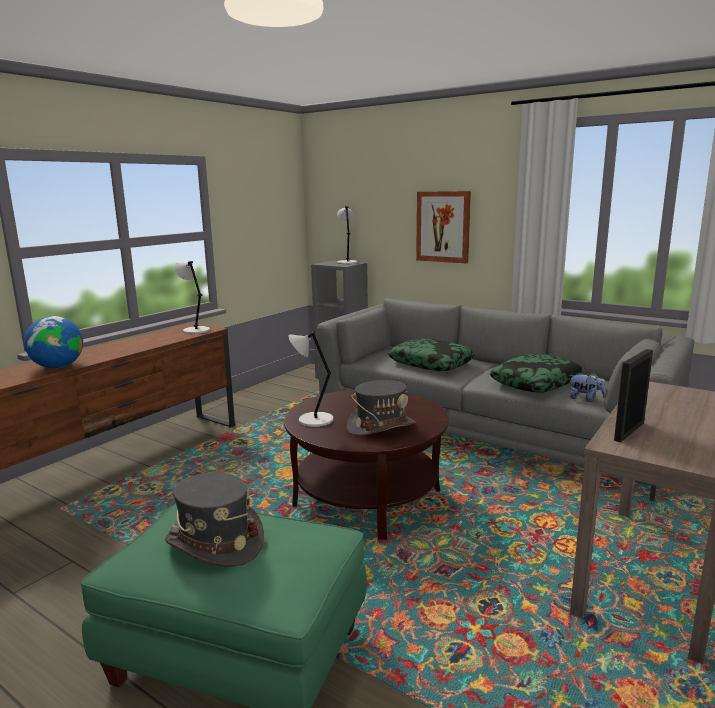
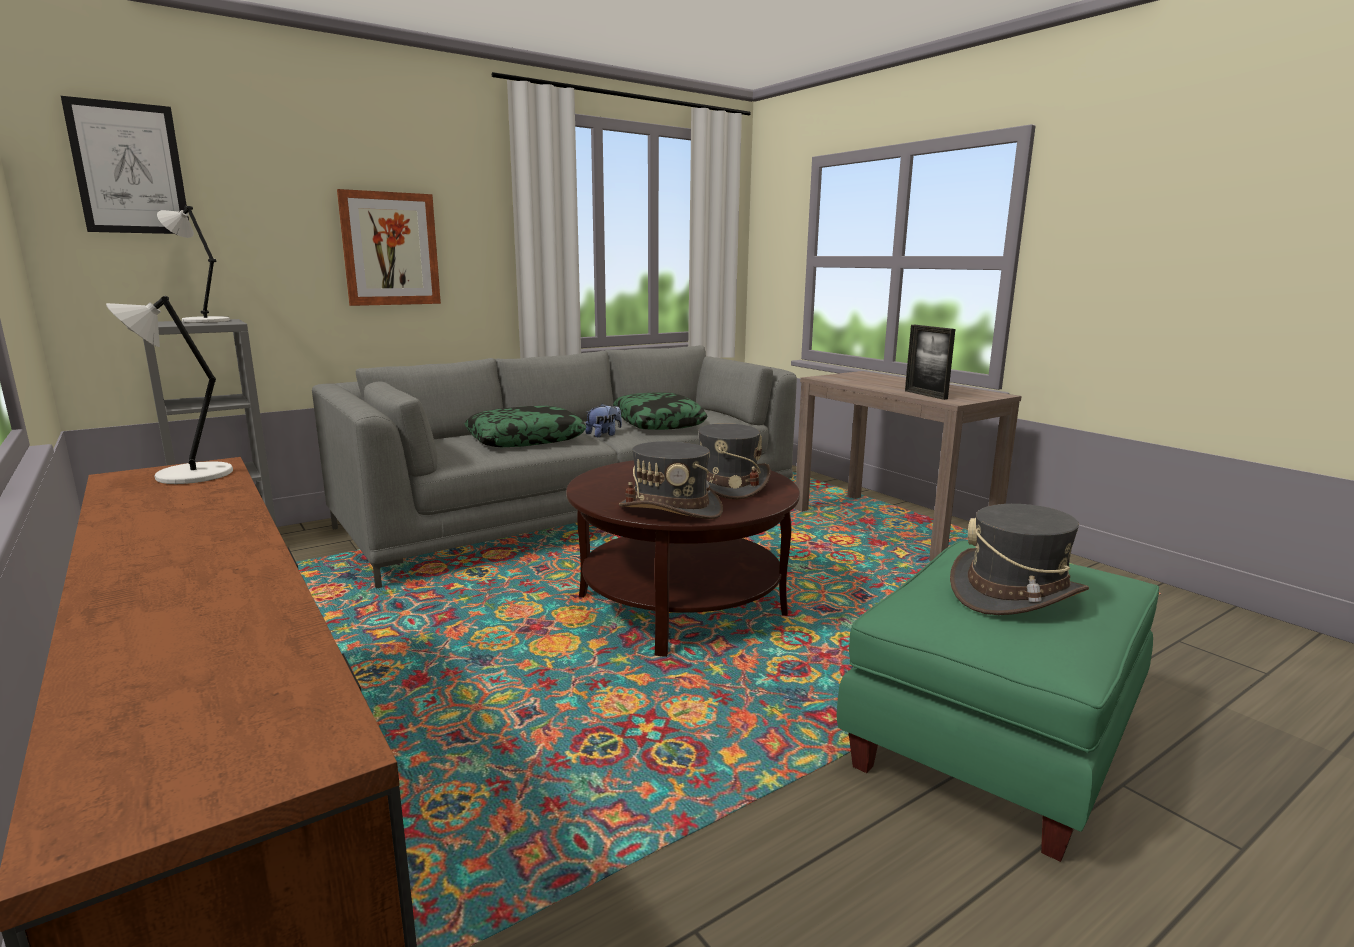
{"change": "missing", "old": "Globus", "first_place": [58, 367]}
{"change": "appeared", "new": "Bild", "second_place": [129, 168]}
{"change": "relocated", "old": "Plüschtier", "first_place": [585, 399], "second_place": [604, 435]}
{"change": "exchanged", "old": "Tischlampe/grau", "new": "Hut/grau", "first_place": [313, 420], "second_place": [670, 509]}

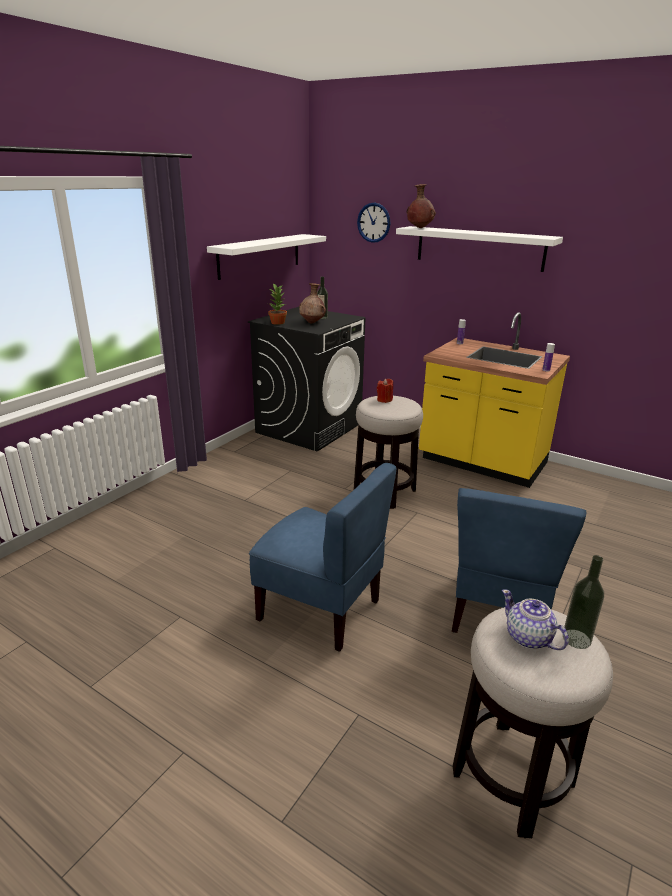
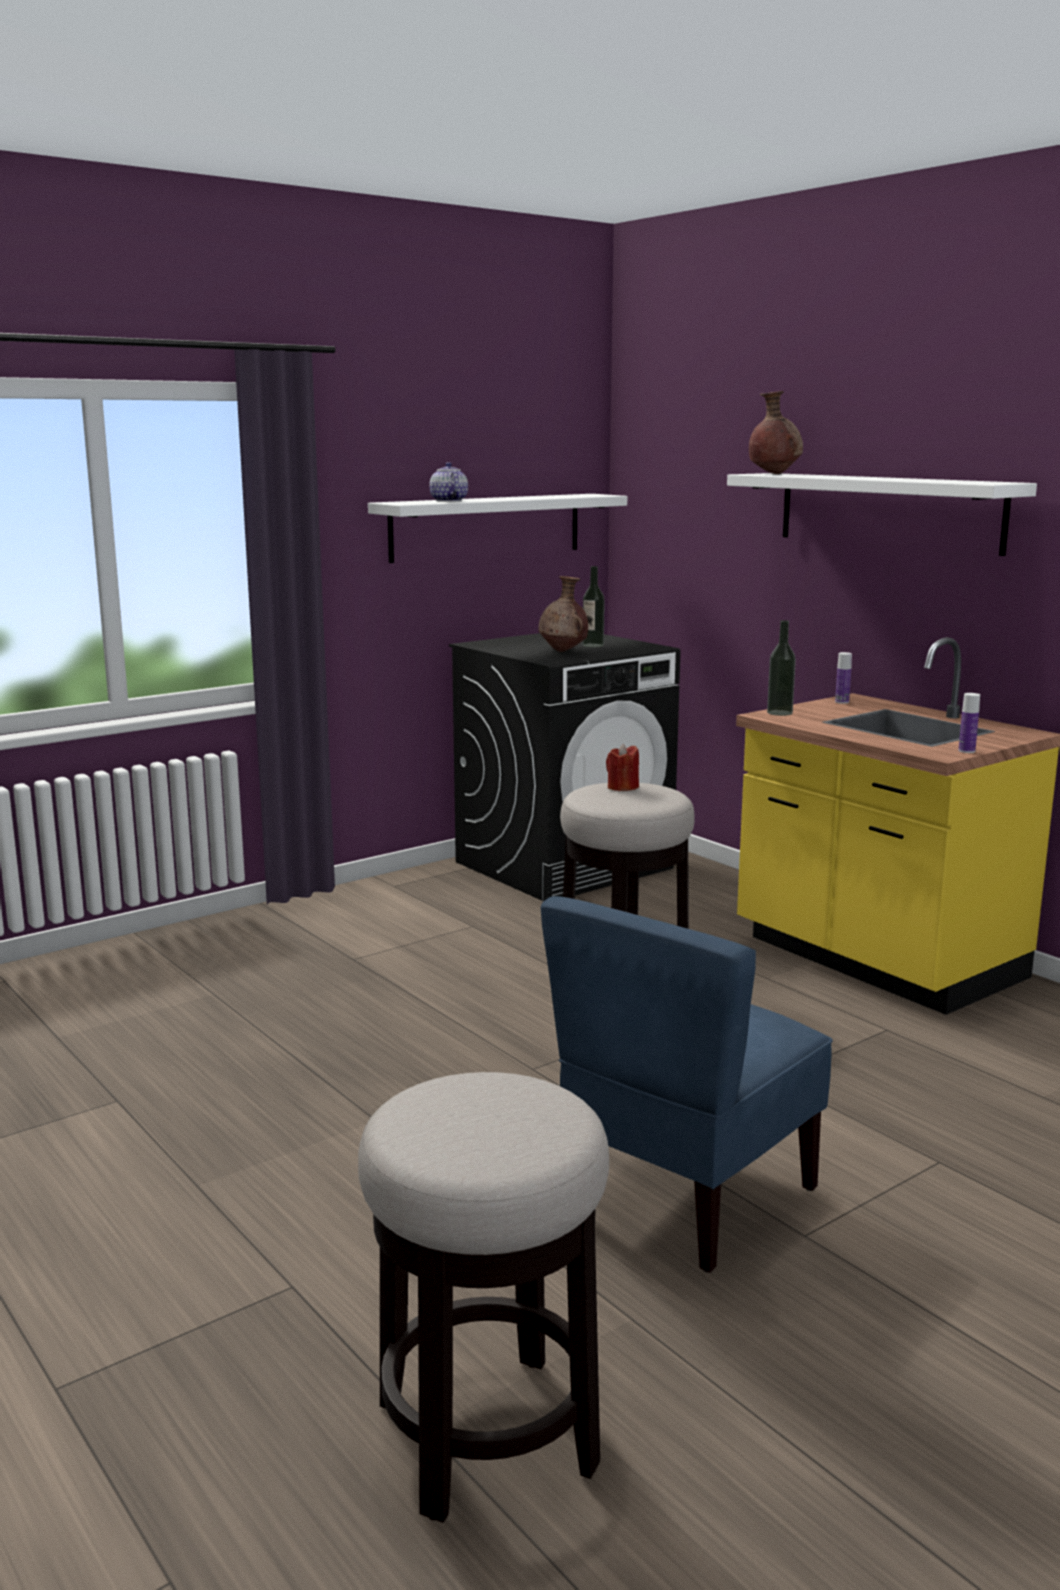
{"change": "missing", "old": "Stuhl/blau", "first_place": [320, 609]}
{"change": "missing", "old": "Topfpflanze", "first_place": [278, 322]}
{"change": "missing", "old": "Wanduhr", "first_place": [373, 222]}
{"change": "relocated", "old": "Teekanne", "first_place": [528, 638], "second_place": [448, 501]}
{"change": "relocated", "old": "Flasche", "first_place": [576, 639], "second_place": [779, 713]}

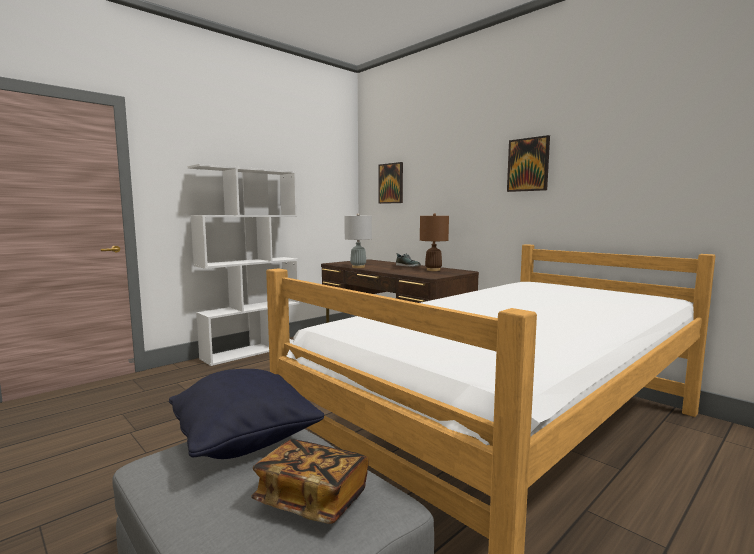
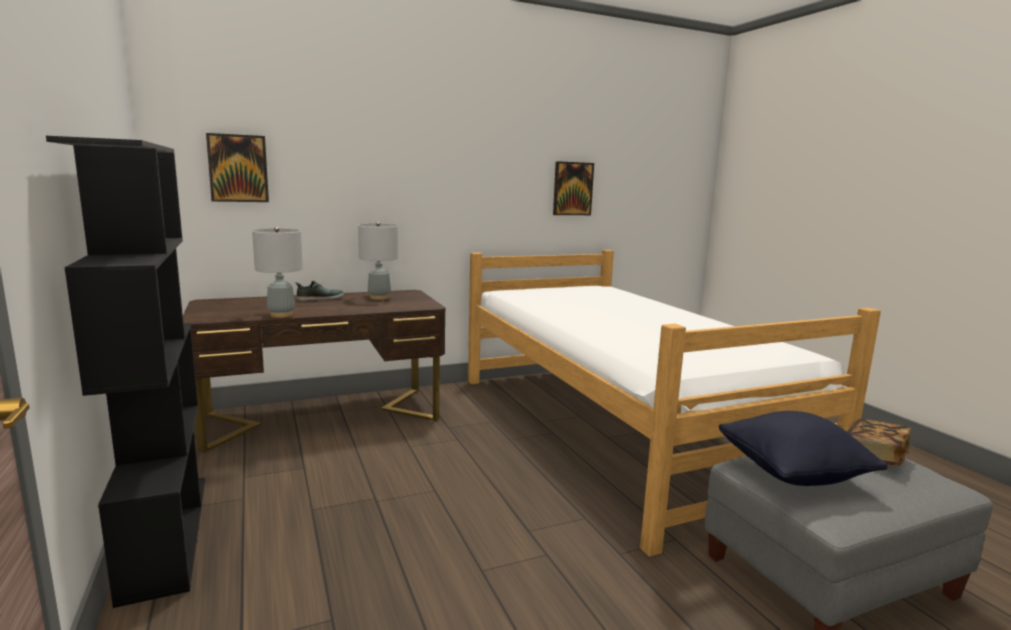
{"change": "relocated", "old": "Bild", "first_place": [528, 164], "second_place": [572, 188]}
{"change": "colour", "old": "Bücherregal/weiß", "new": "Bücherregal/schwarz", "first_place": [252, 351], "second_place": [165, 532]}
{"change": "colour", "old": "Tischlampe/braun", "new": "Tischlampe/grau", "first_place": [433, 270], "second_place": [379, 298]}

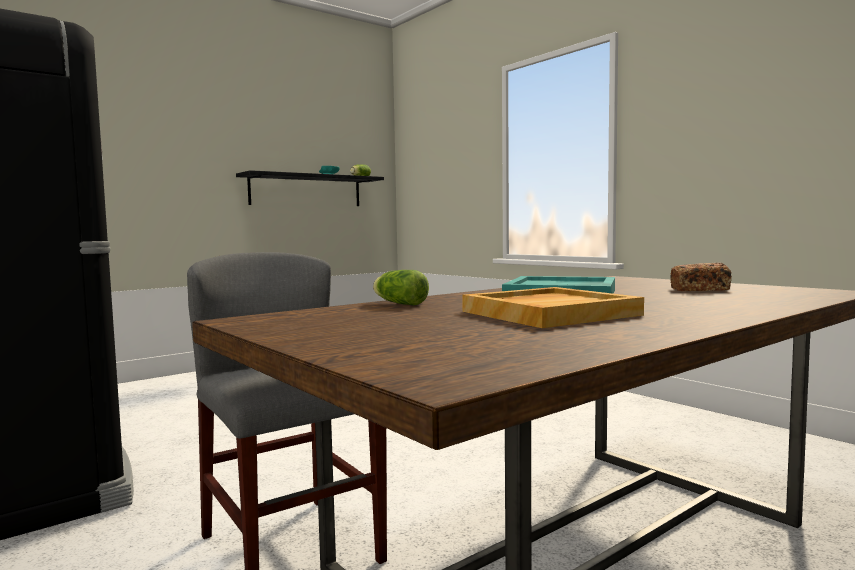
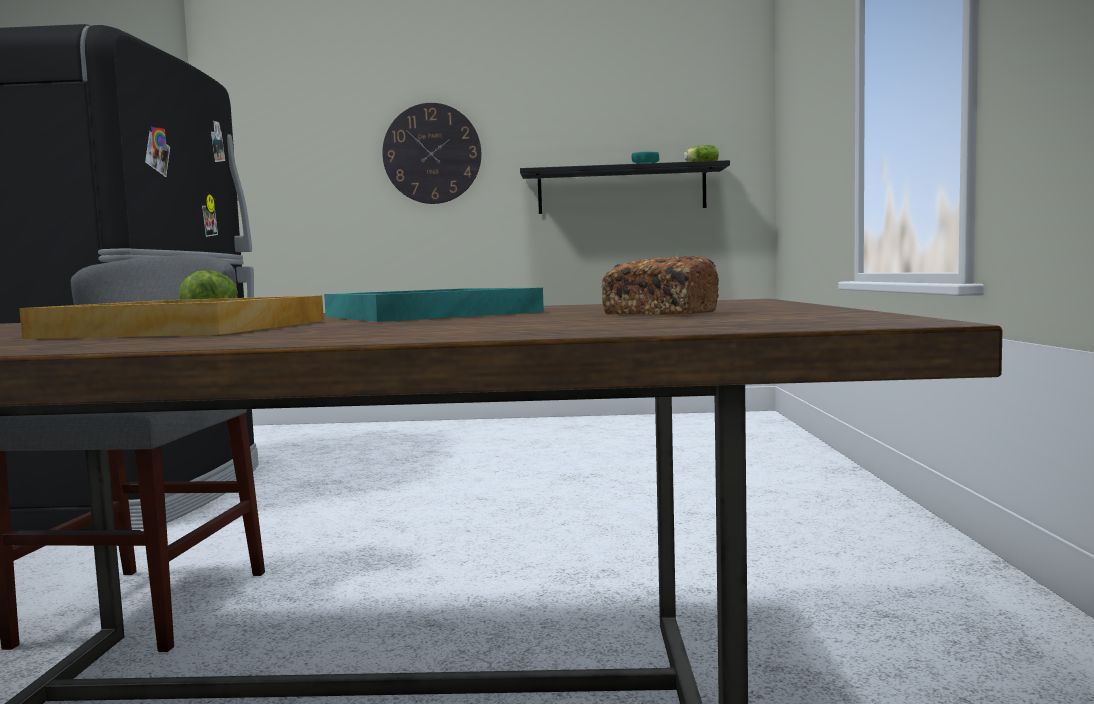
{"change": "appeared", "new": "Wanduhr", "second_place": [432, 153]}

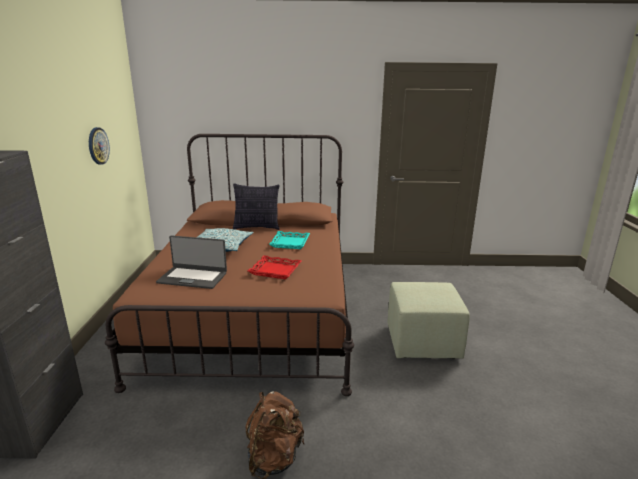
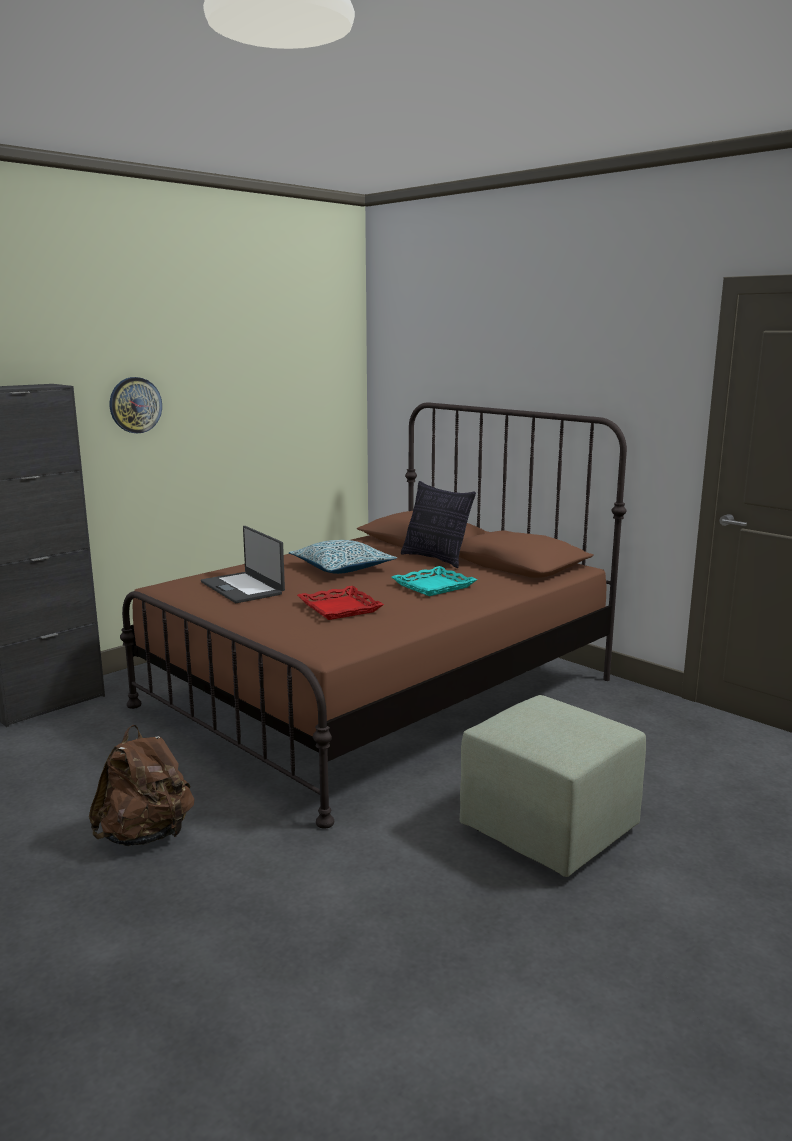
{"change": "relocated", "old": "Wanduhr", "first_place": [98, 146], "second_place": [135, 405]}

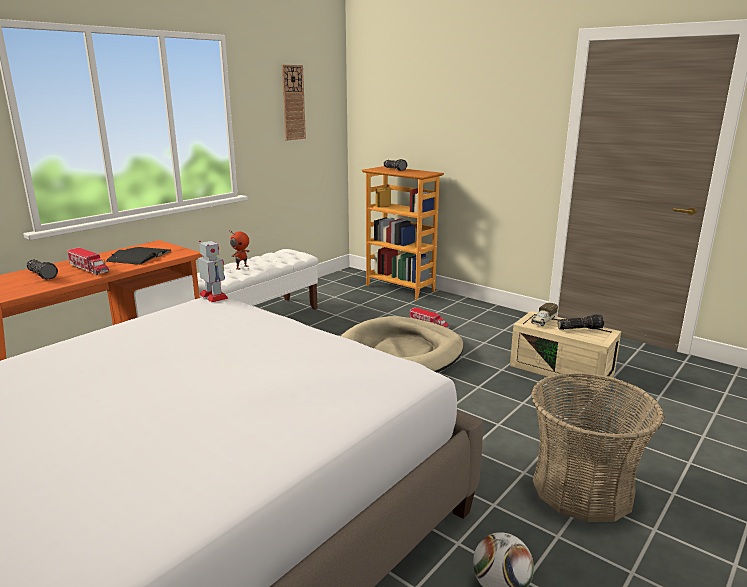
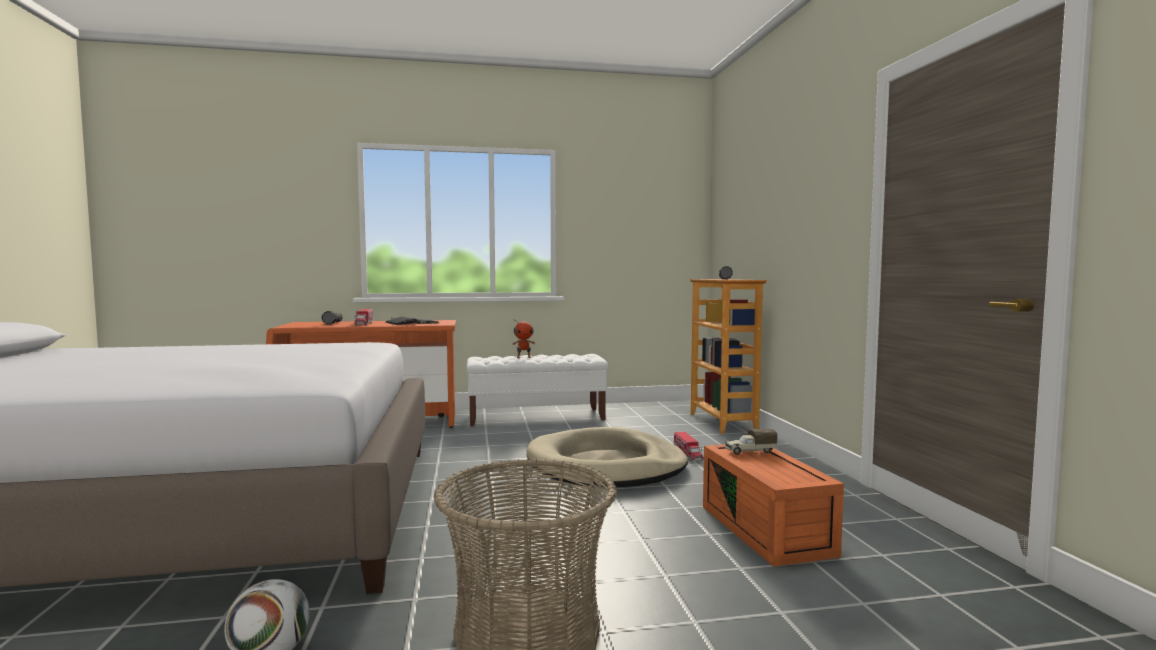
{"change": "missing", "old": "Spielzeugroboter", "first_place": [214, 296]}
{"change": "missing", "old": "Wanduhr", "first_place": [293, 102]}
{"change": "missing", "old": "Taschenlampe", "first_place": [579, 328]}
{"change": "colour", "old": "Aufbewahrungsbox/beige", "new": "Aufbewahrungsbox/orange", "first_place": [563, 369], "second_place": [768, 530]}

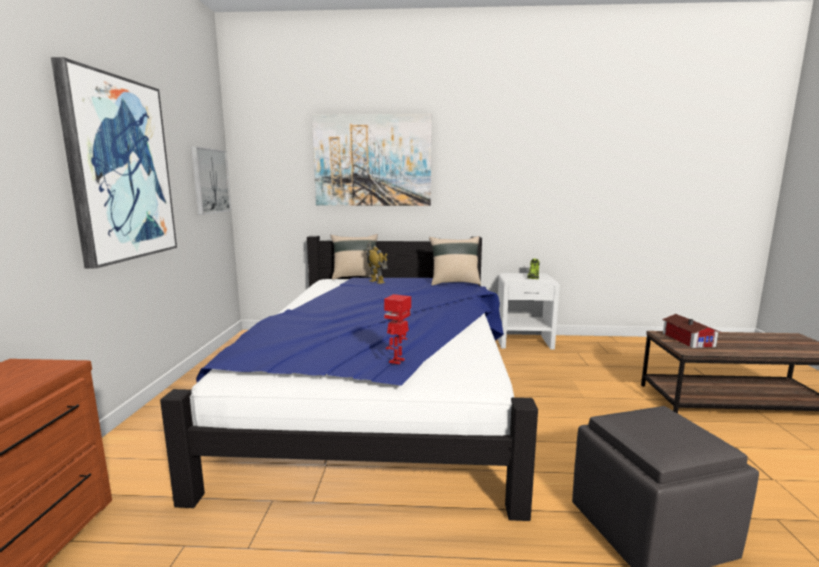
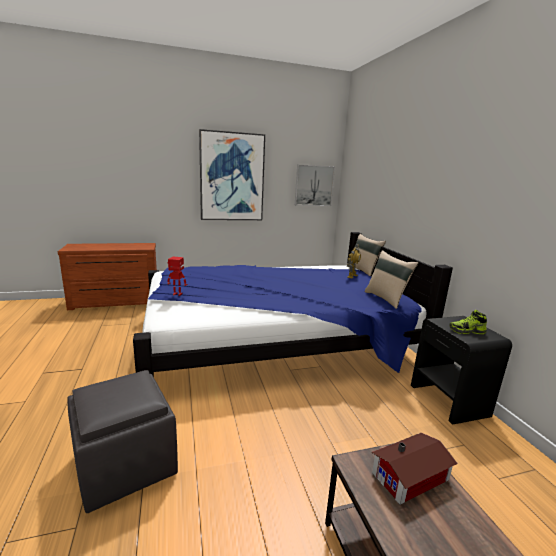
{"change": "missing", "old": "Bild", "first_place": [372, 161]}
{"change": "colour", "old": "Nachttisch/weiß", "new": "Nachttisch/schwarz", "first_place": [524, 342], "second_place": [449, 400]}

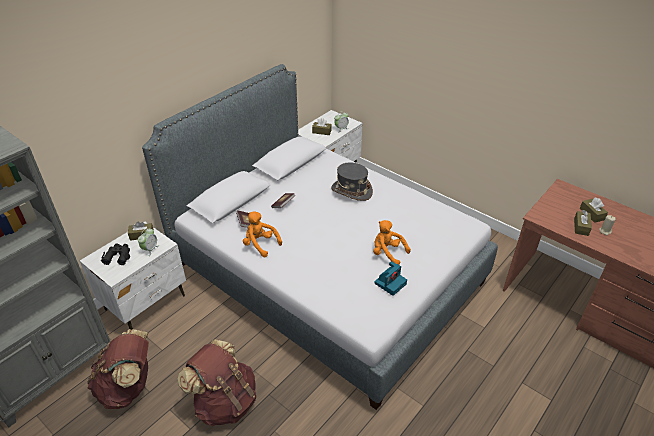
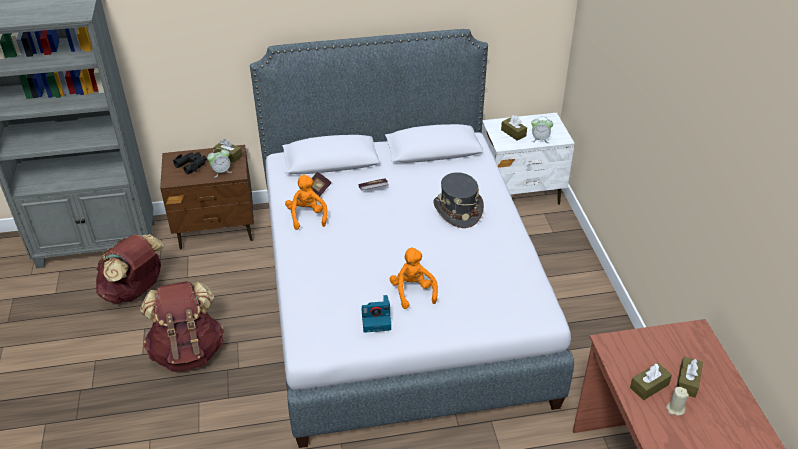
{"change": "colour", "old": "Nachttisch/weiß", "new": "Nachttisch/braun", "first_place": [146, 302], "second_place": [216, 229]}

